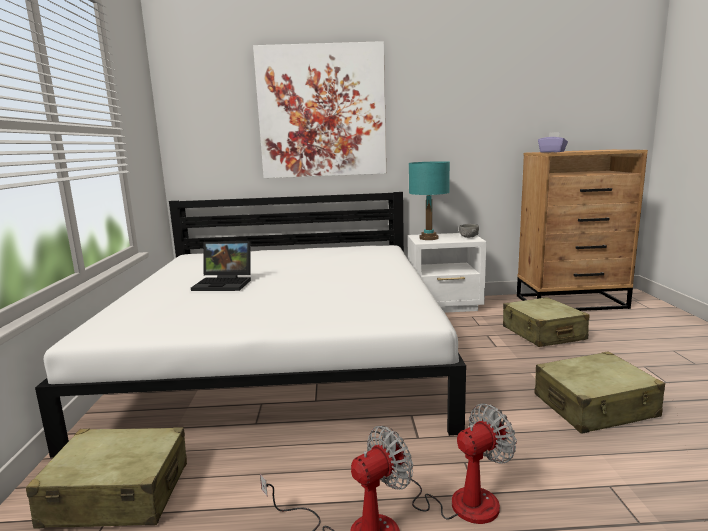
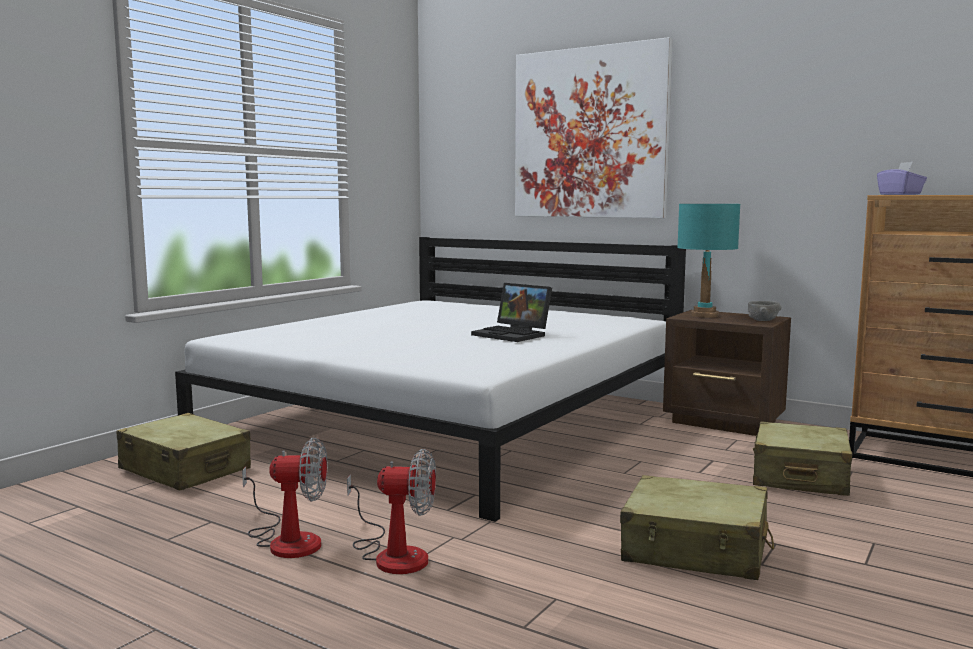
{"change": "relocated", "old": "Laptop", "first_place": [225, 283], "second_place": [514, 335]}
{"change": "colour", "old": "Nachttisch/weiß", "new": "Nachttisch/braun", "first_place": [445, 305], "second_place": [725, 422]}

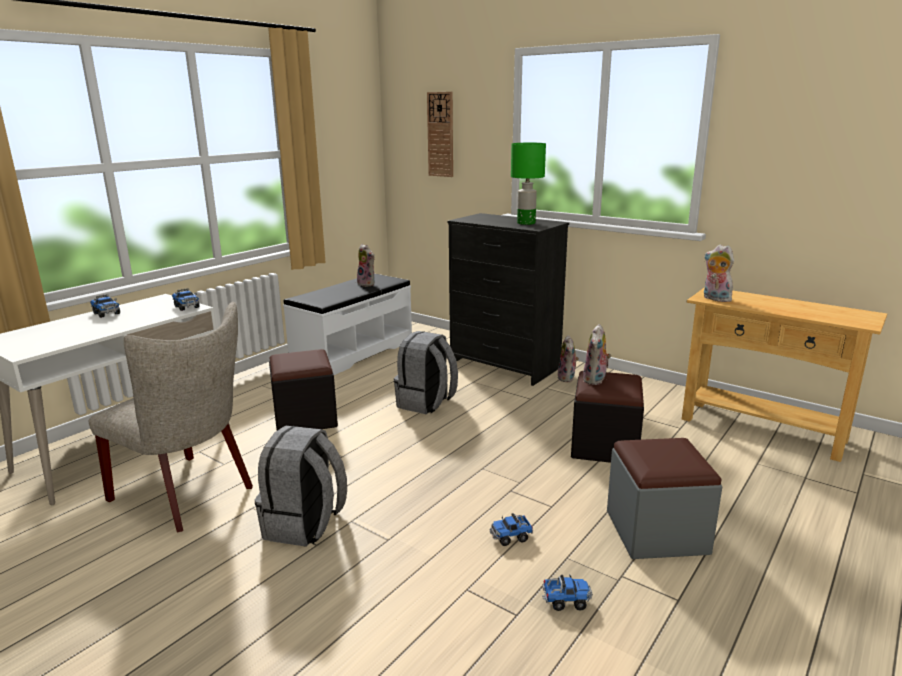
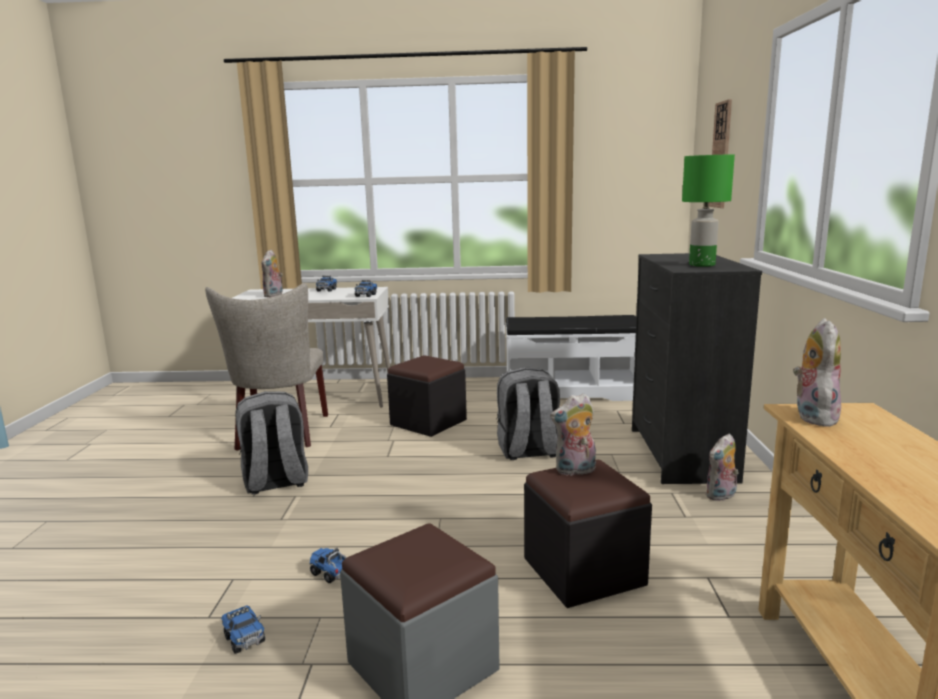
{"change": "relocated", "old": "Plüschtier", "first_place": [367, 284], "second_place": [274, 295]}

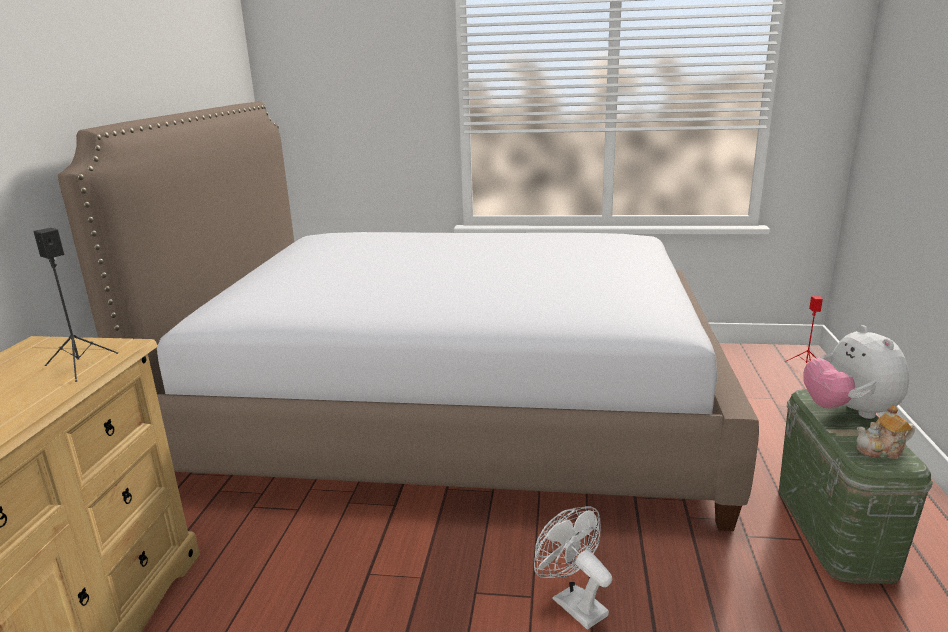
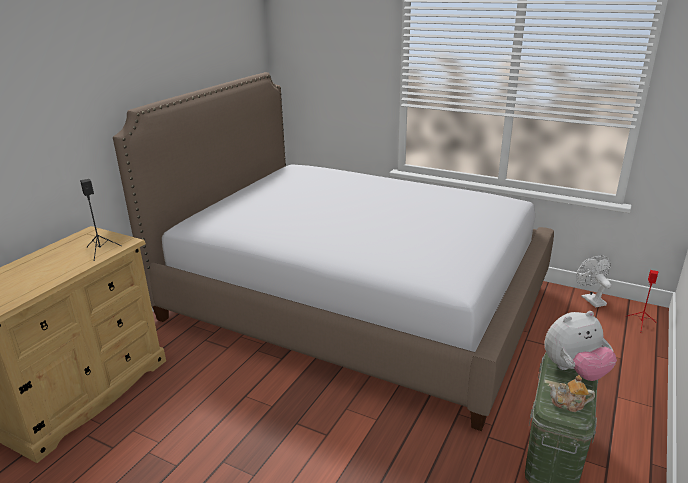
{"change": "relocated", "old": "Ventilator/weiß", "first_place": [573, 603], "second_place": [590, 299]}
{"change": "spun", "old": "Plüschtier", "first_place": [848, 412], "second_place": [574, 371], "degrees": -120}

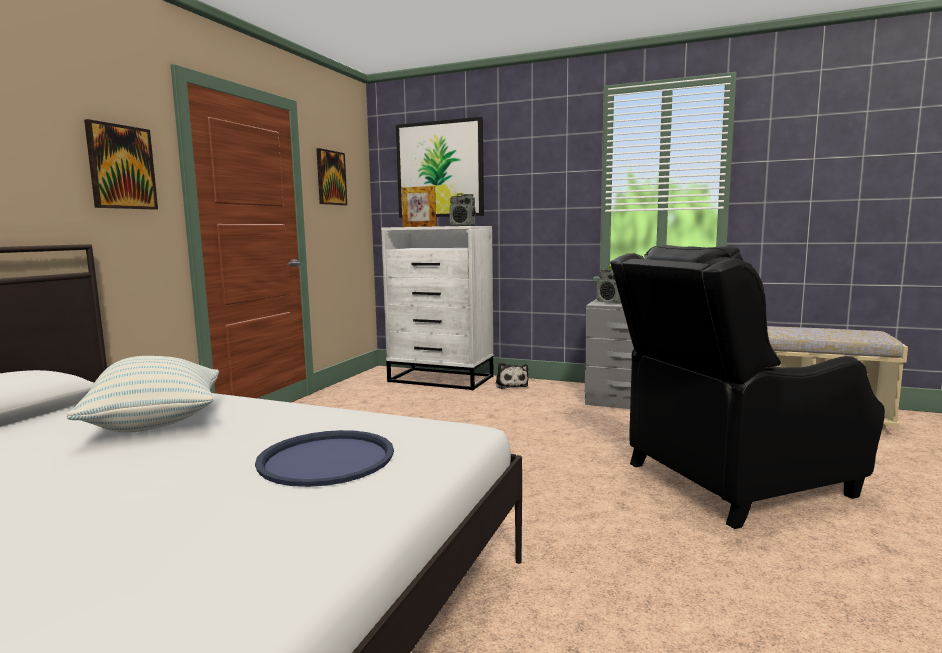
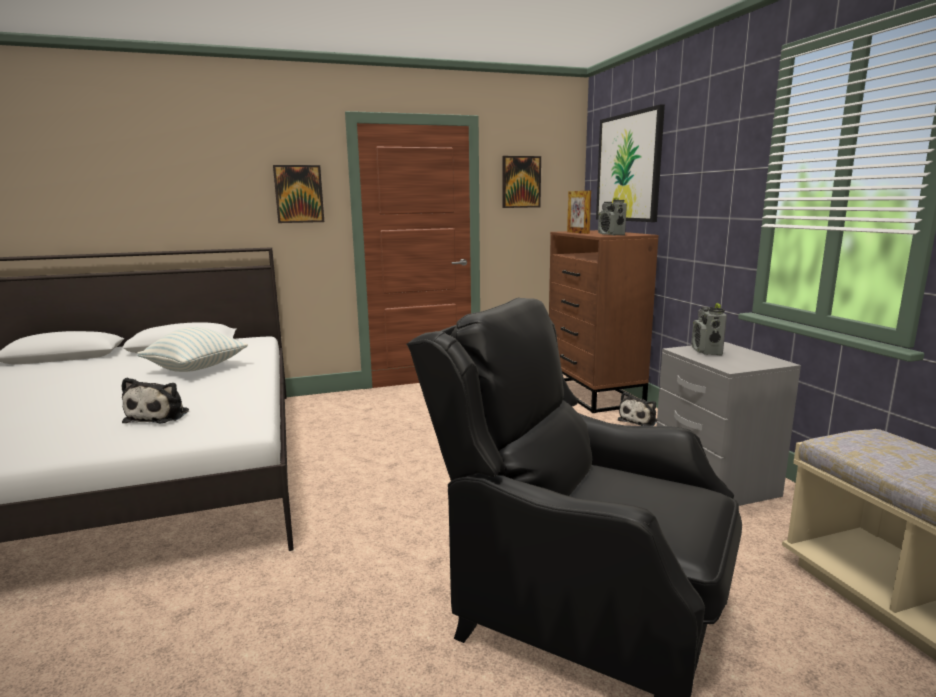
{"change": "exchanged", "old": "Tablett/blau", "new": "Plüschtier", "first_place": [326, 459], "second_place": [160, 416]}
{"change": "colour", "old": "Kommode/weiß", "new": "Kommode/braun", "first_place": [441, 379], "second_place": [593, 394]}

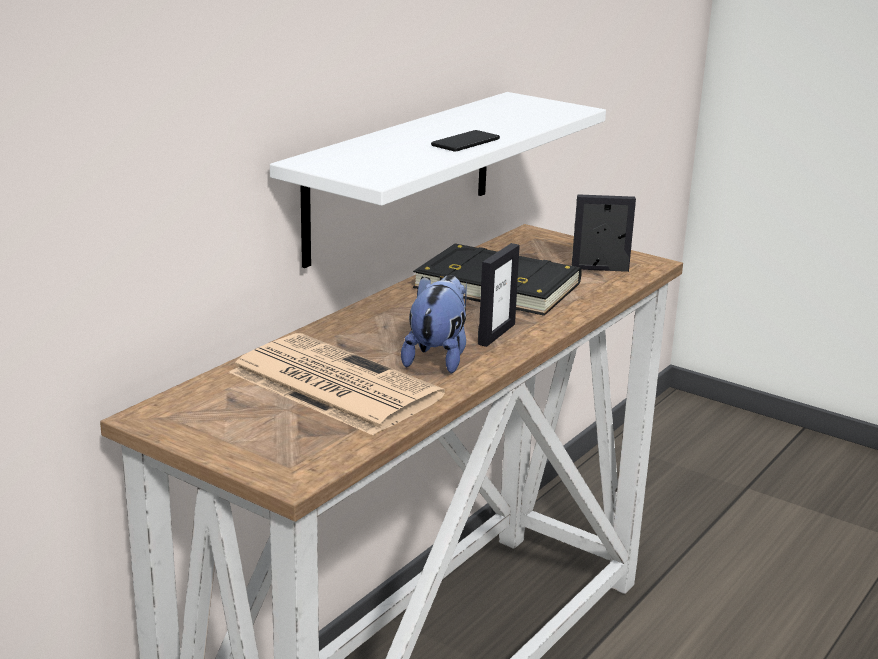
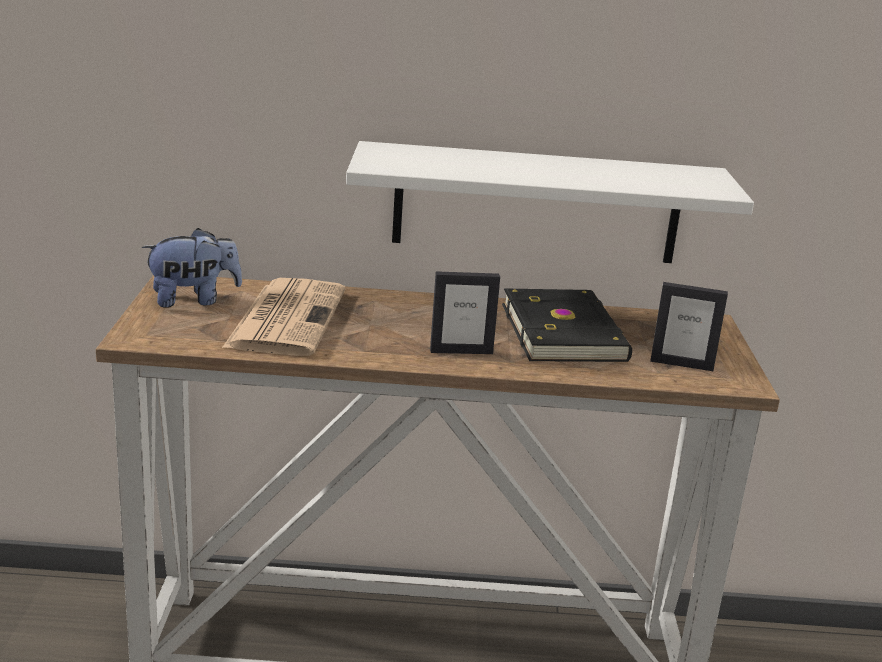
{"change": "missing", "old": "Handy", "first_place": [465, 142]}
{"change": "relocated", "old": "Plüschtier", "first_place": [438, 357], "second_place": [193, 300]}
{"change": "spun", "old": "Bilderrahmen", "first_place": [600, 269], "second_place": [681, 364], "degrees": 135}

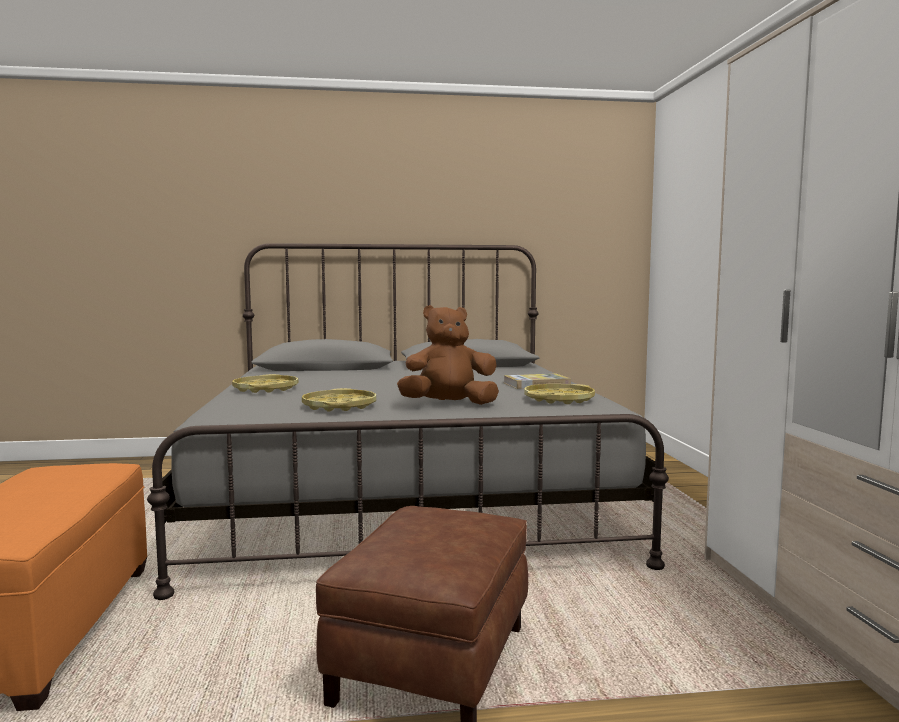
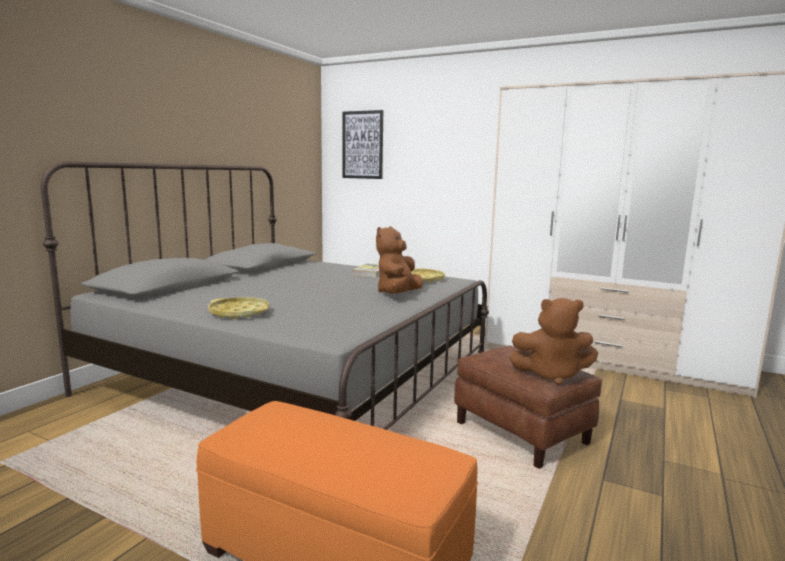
{"change": "missing", "old": "Tablett/gelb", "first_place": [339, 406]}
{"change": "appeared", "new": "Bild", "second_place": [362, 145]}
{"change": "appeared", "new": "Plüschtier/braun", "second_place": [552, 375]}

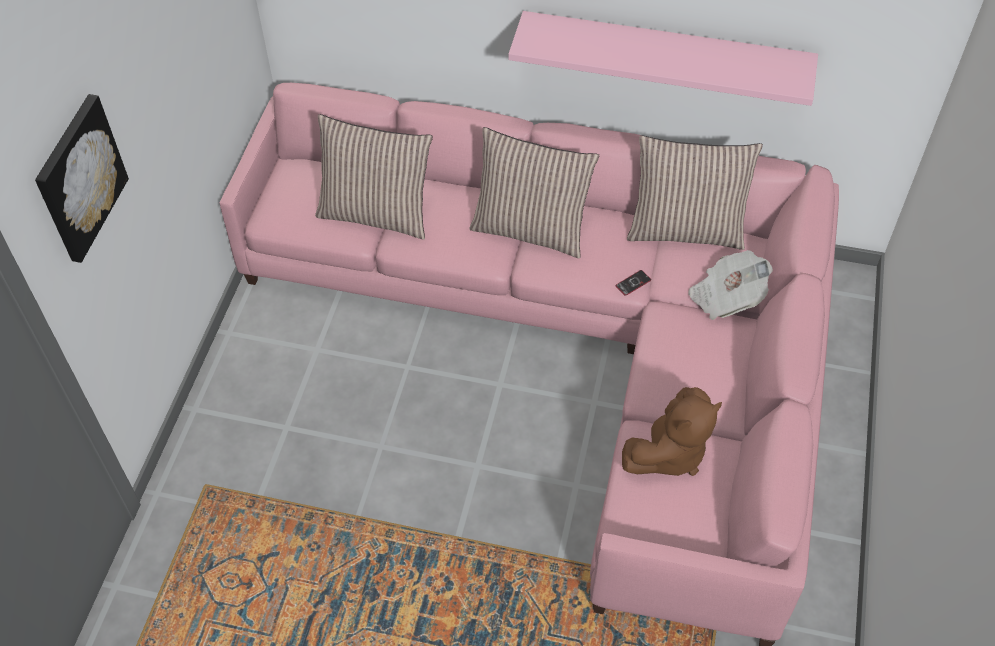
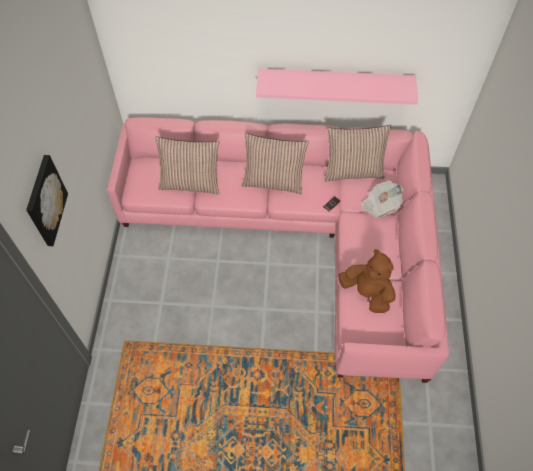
{"change": "spun", "old": "Plüschtier/braun", "first_place": [669, 453], "second_place": [367, 293], "degrees": -90}

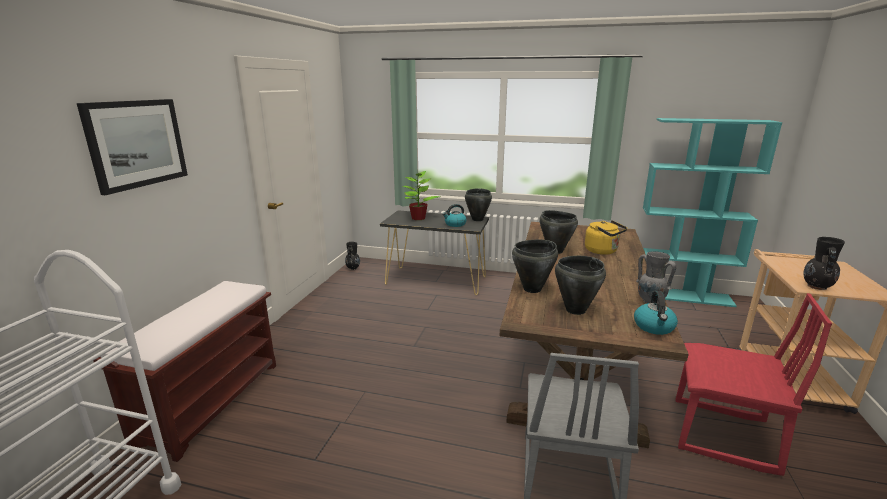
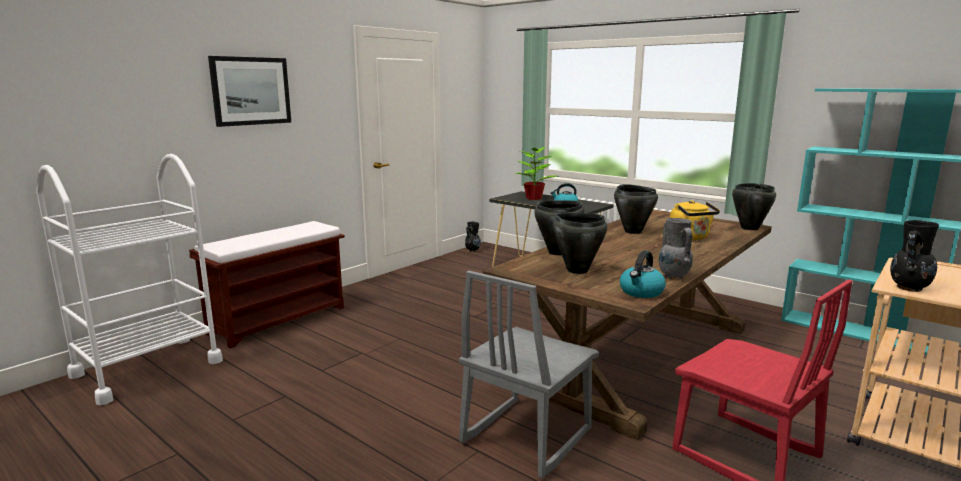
{"change": "relocated", "old": "Kochtopf/schwarz", "first_place": [477, 219], "second_place": [749, 228]}

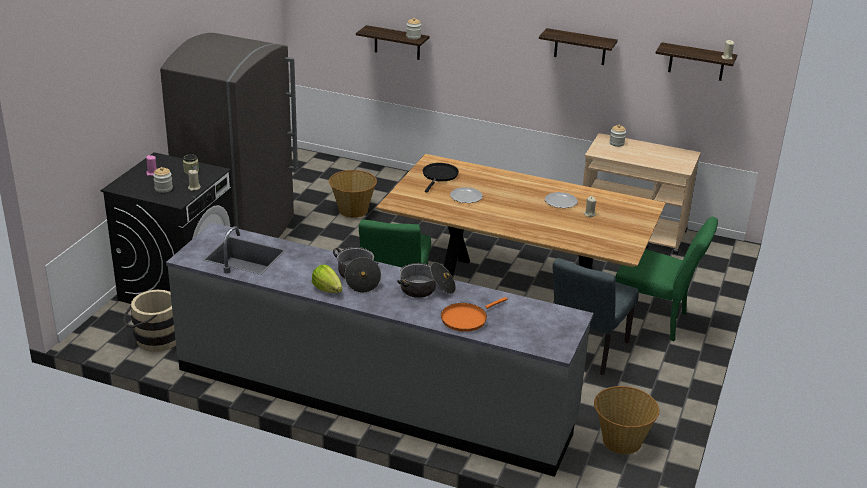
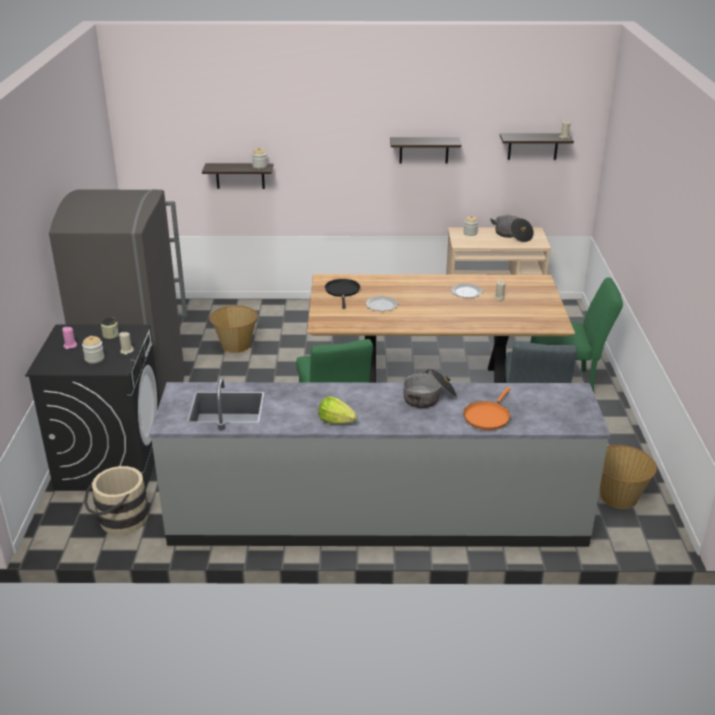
{"change": "relocated", "old": "Kochtopf", "first_place": [358, 277], "second_place": [512, 235]}

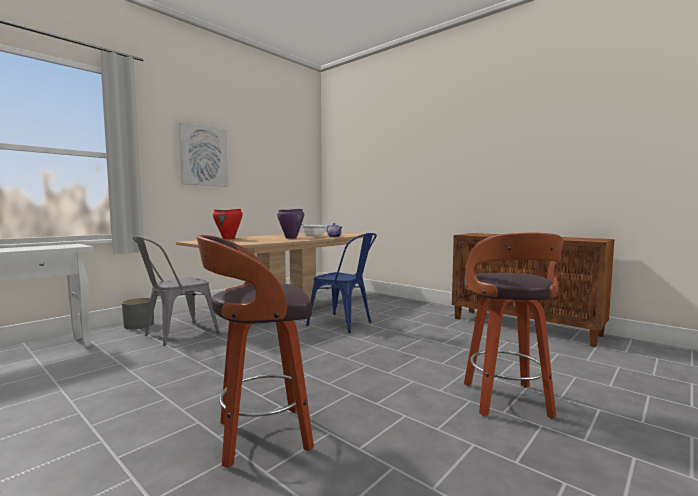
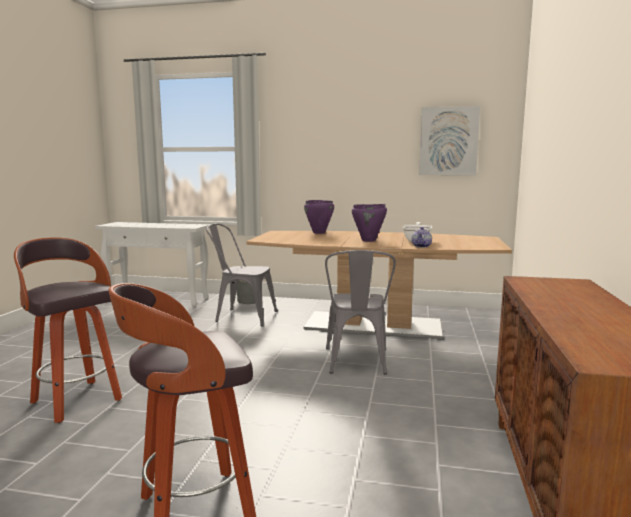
{"change": "relocated", "old": "Bild", "first_place": [203, 156], "second_place": [448, 141]}
{"change": "colour", "old": "Kochtopf/rot", "new": "Kochtopf/lila", "first_place": [228, 239], "second_place": [319, 233]}
{"change": "colour", "old": "Stuhl/blau", "new": "Stuhl/grau", "first_place": [344, 324], "second_place": [357, 363]}

